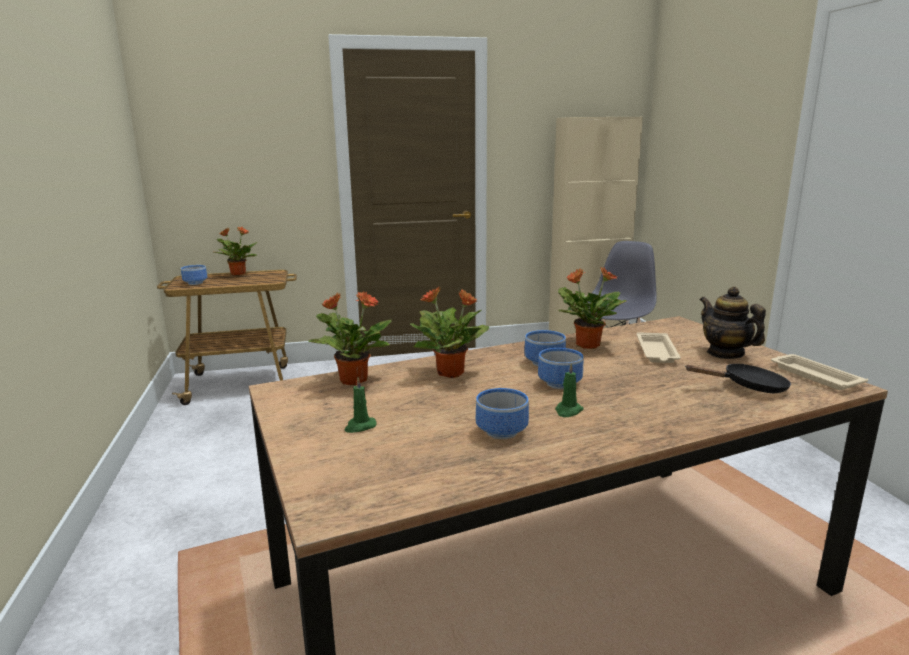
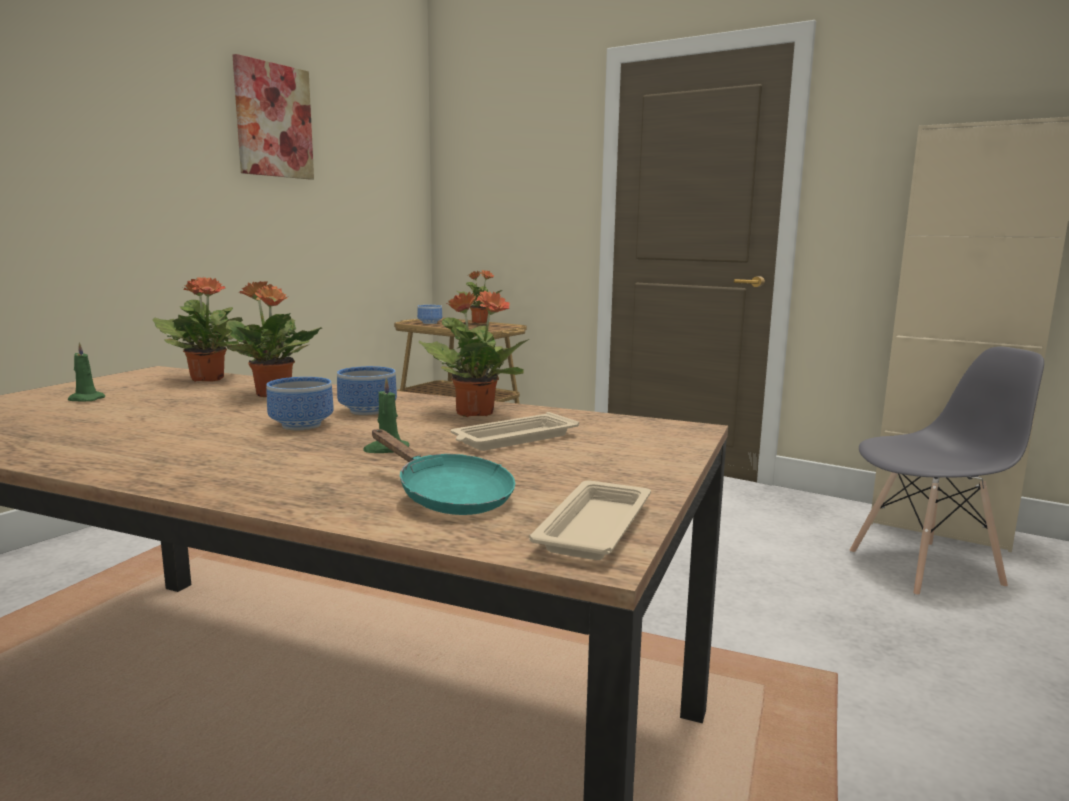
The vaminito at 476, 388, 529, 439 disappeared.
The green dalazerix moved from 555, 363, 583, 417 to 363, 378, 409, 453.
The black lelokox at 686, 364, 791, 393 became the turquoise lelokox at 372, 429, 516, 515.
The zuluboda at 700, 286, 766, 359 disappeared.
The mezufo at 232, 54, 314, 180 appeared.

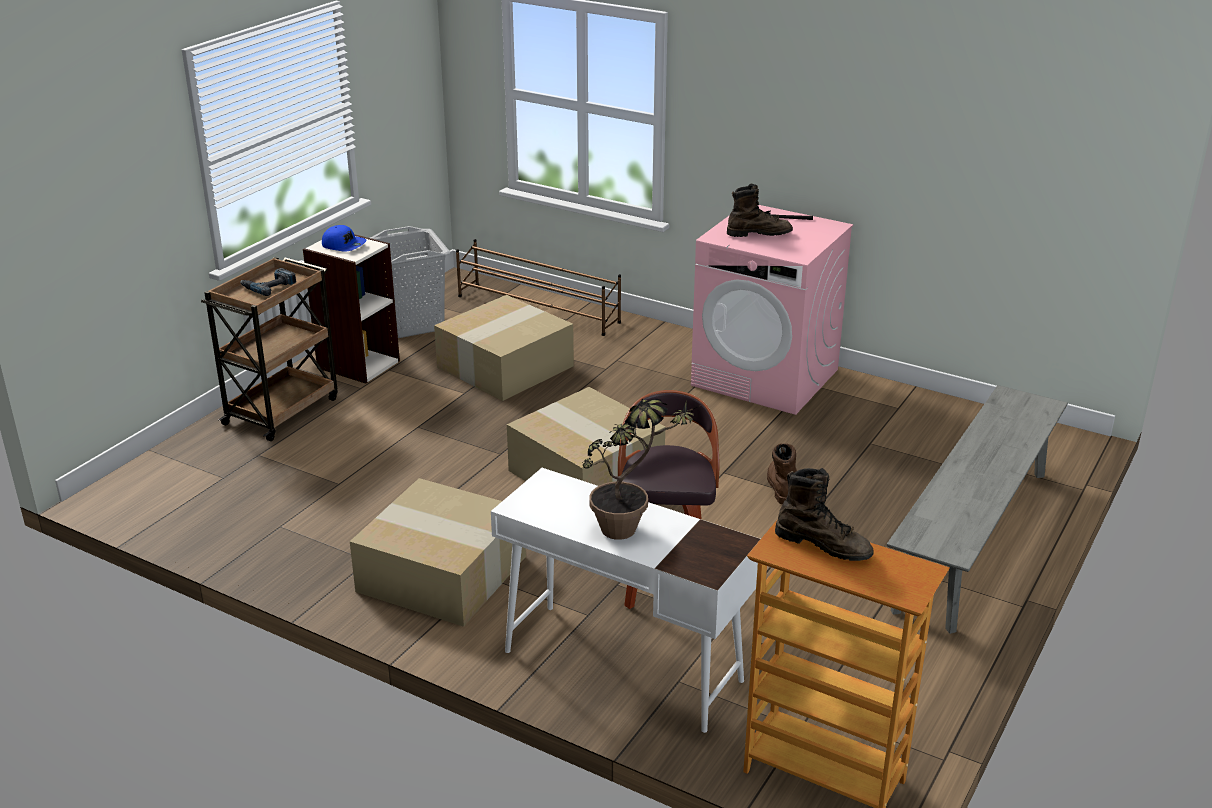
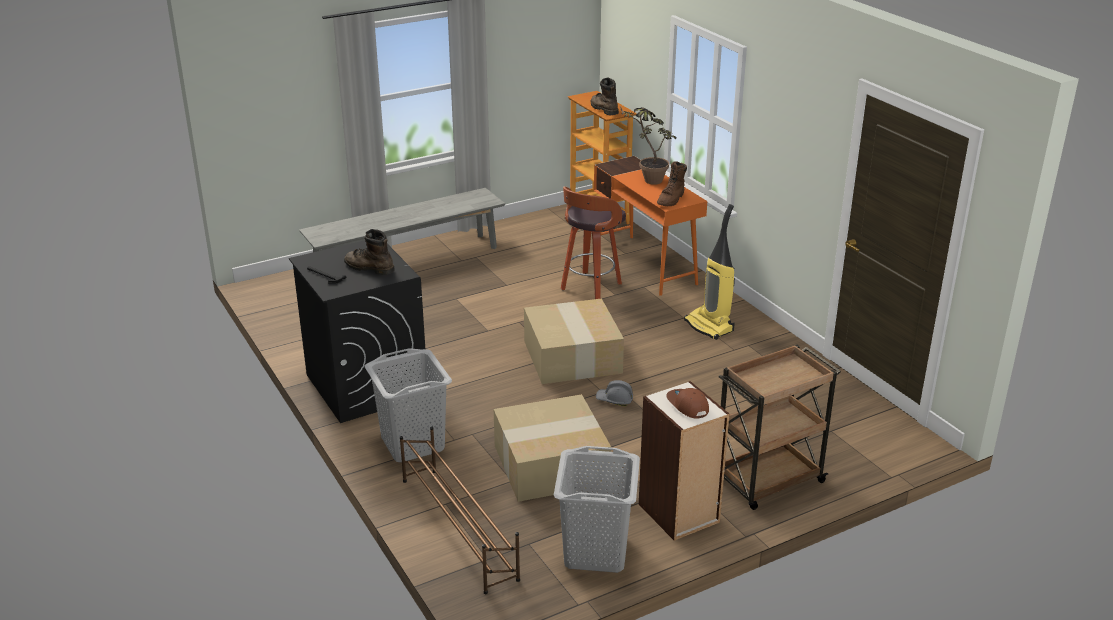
The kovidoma at 240, 268, 296, 296 disappeared.
The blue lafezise at 322, 225, 367, 252 became the brown lafezise at 666, 388, 709, 418.
The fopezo at 350, 478, 526, 627 was replaced by the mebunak at 684, 204, 735, 340.
The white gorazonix at 491, 468, 760, 733 became the orange gorazonix at 594, 156, 707, 296.
The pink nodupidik at 691, 205, 853, 415 became the black nodupidik at 289, 240, 425, 423.
The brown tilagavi moved from 767, 443, 797, 504 to 657, 161, 687, 206.
The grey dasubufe at 364, 348, 452, 462 appeared.
The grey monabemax at 596, 380, 633, 406 appeared.

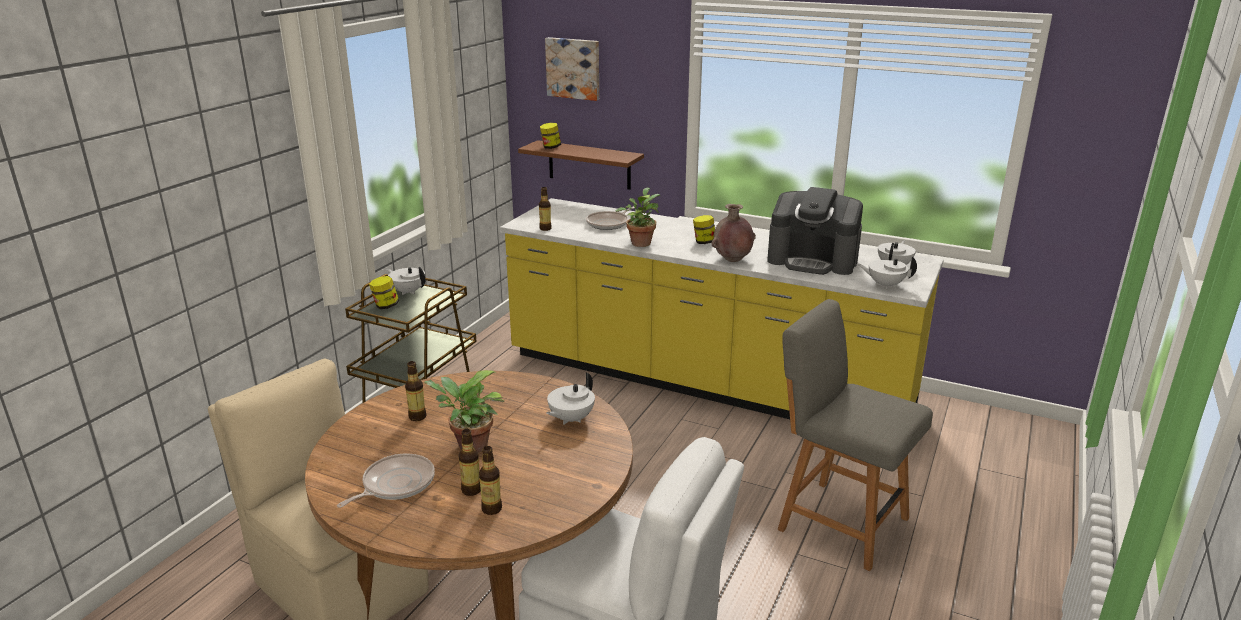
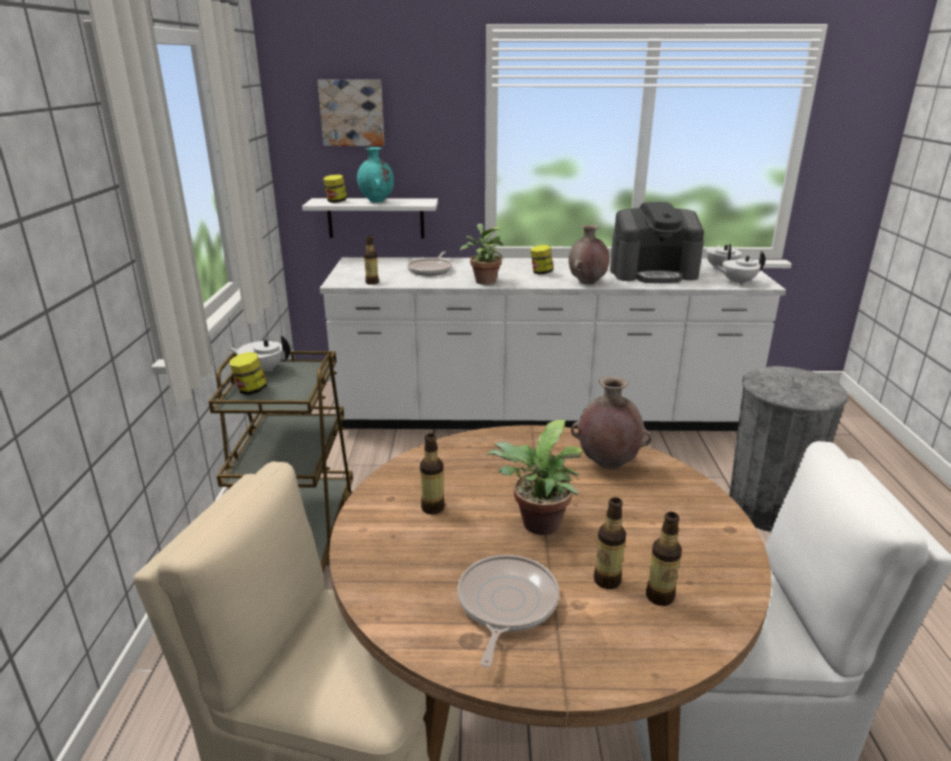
The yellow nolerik at 500, 198, 944, 419 became the white nolerik at 320, 257, 786, 431.
The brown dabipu at 518, 140, 644, 190 became the white dabipu at 302, 198, 438, 238.
The white zuluboda at 546, 373, 595, 424 was replaced by the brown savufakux at 571, 376, 651, 469.
The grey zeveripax at 778, 299, 933, 571 was replaced by the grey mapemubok at 729, 366, 848, 532.
The turquoise savufakux at 357, 147, 394, 203 appeared.

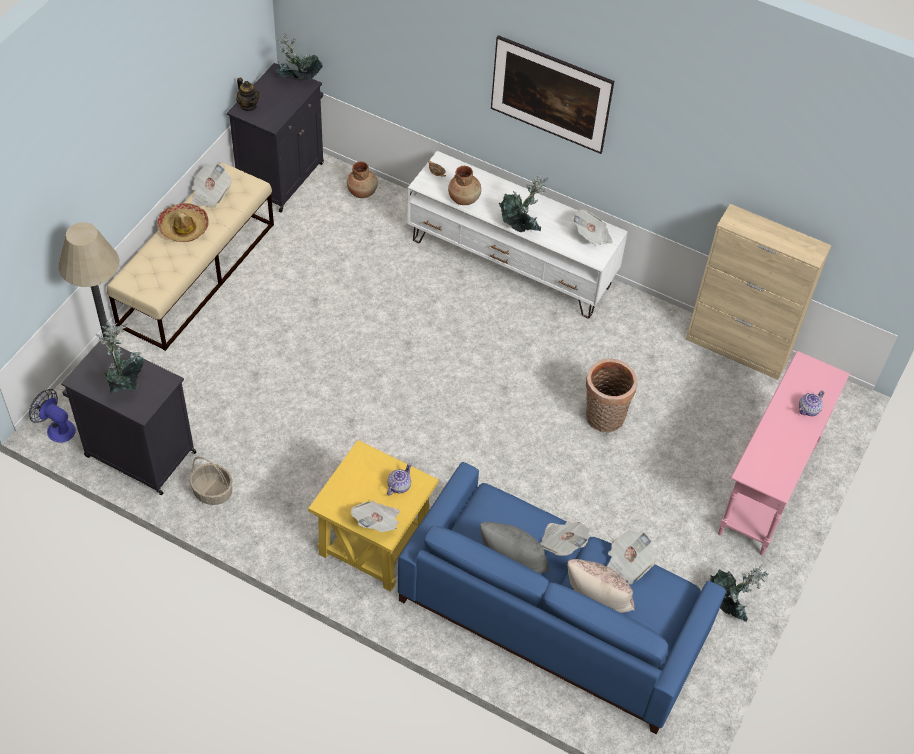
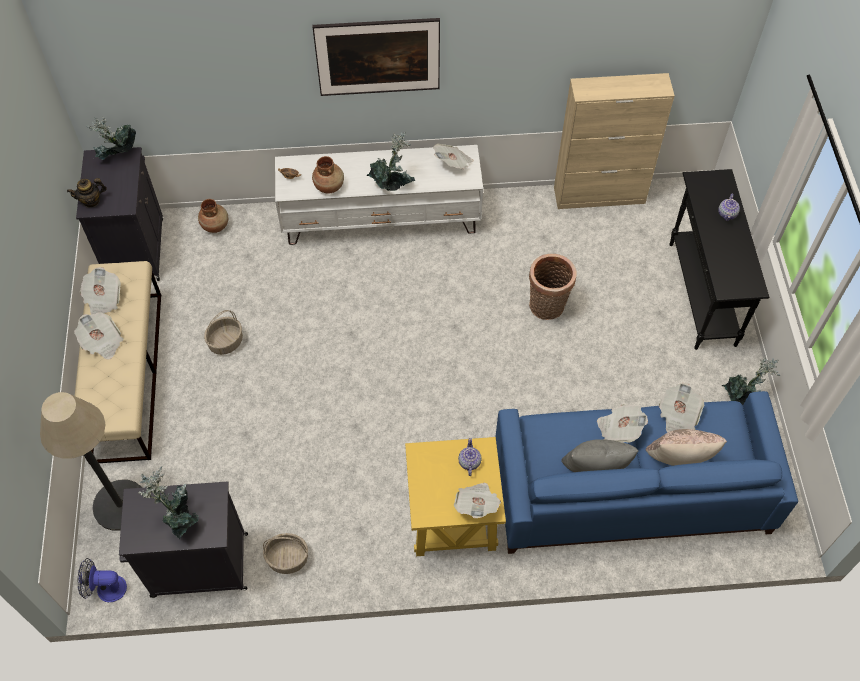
The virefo at 158, 203, 209, 242 was replaced by the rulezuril at 74, 312, 123, 360.
The zuluboda at 236, 77, 259, 111 turned 135 degrees clockwise.
The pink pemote at 718, 351, 850, 555 became the black pemote at 669, 169, 769, 350.
The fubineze at 204, 310, 243, 355 appeared.

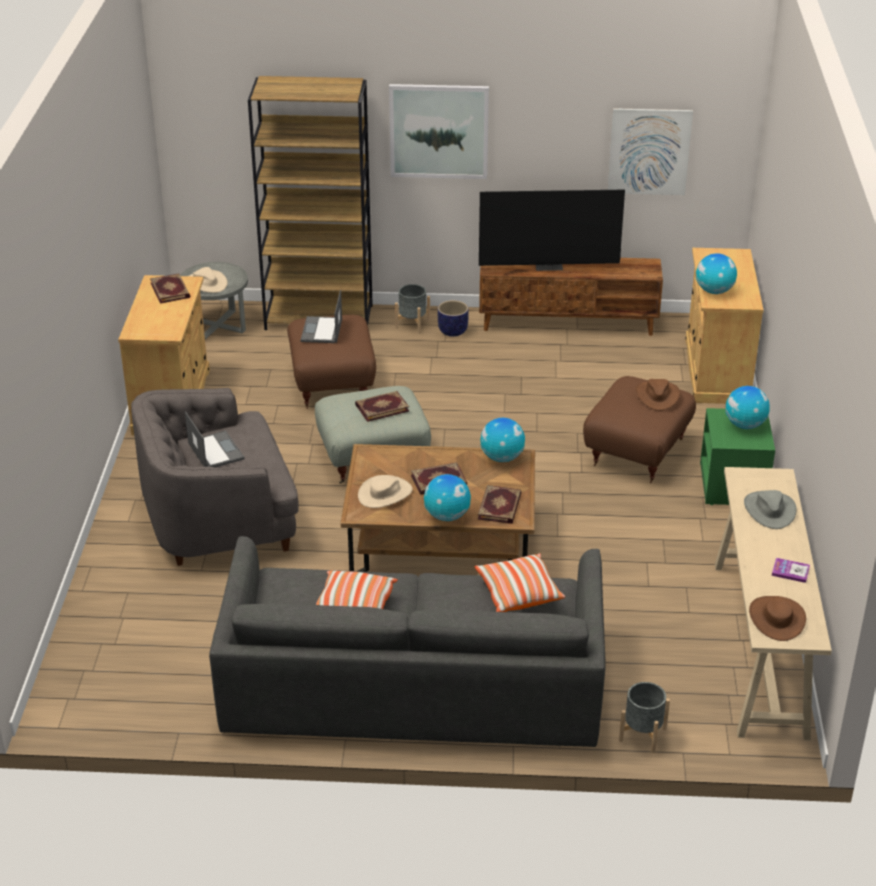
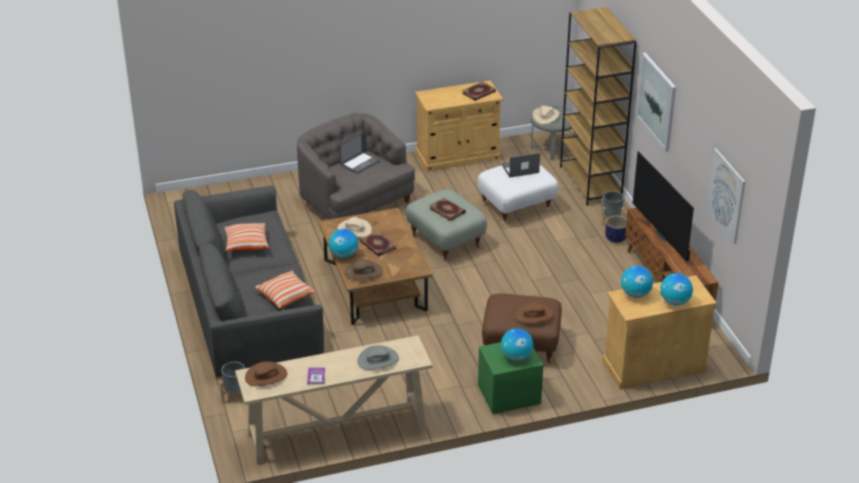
The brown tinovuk at 287, 315, 376, 409 became the white tinovuk at 478, 165, 559, 224.
The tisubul at 478, 485, 521, 524 was replaced by the brown virefo at 345, 260, 383, 279.
The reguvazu moved from 480, 418, 525, 462 to 660, 273, 693, 306.

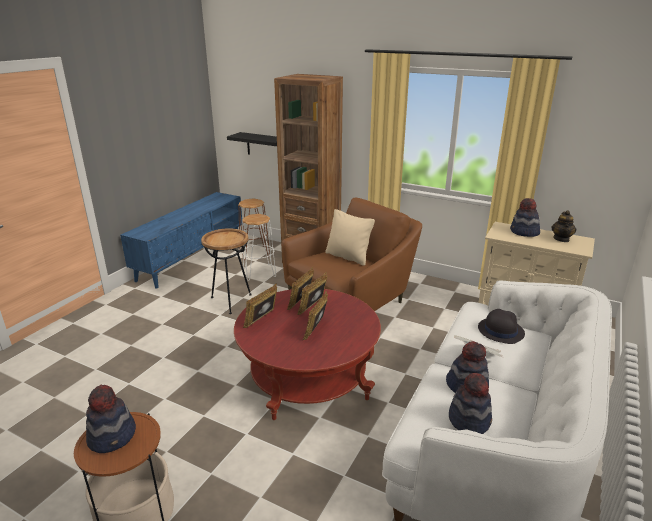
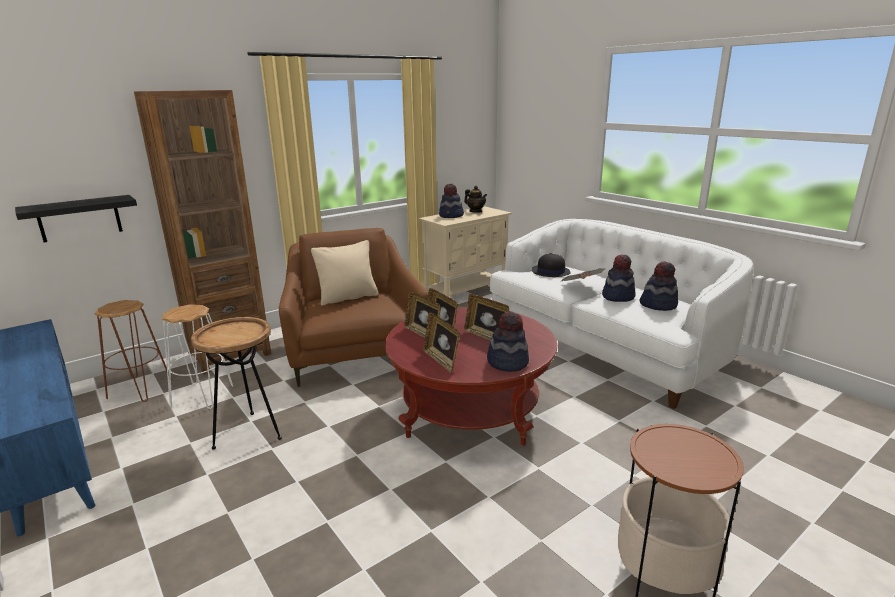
The virefo moved from 86, 385, 136, 453 to 487, 311, 529, 372.

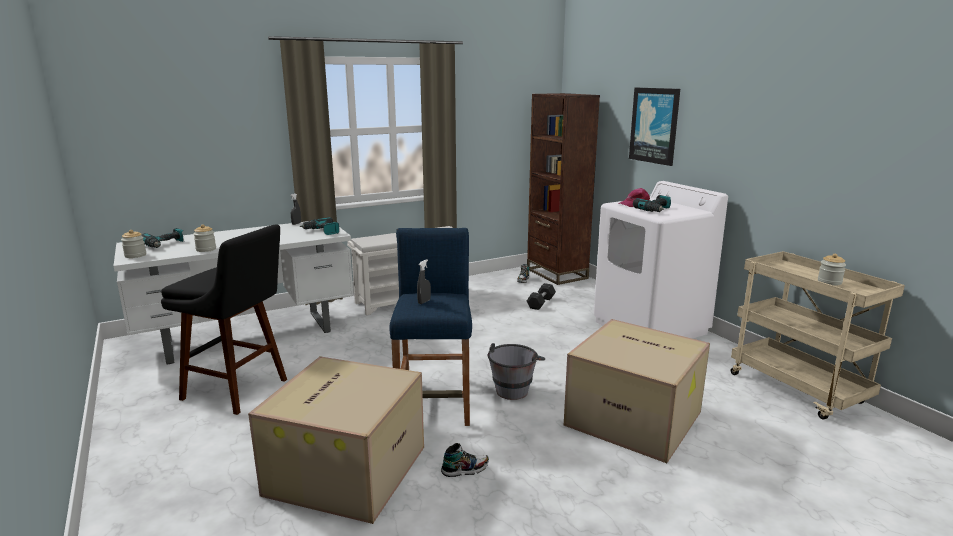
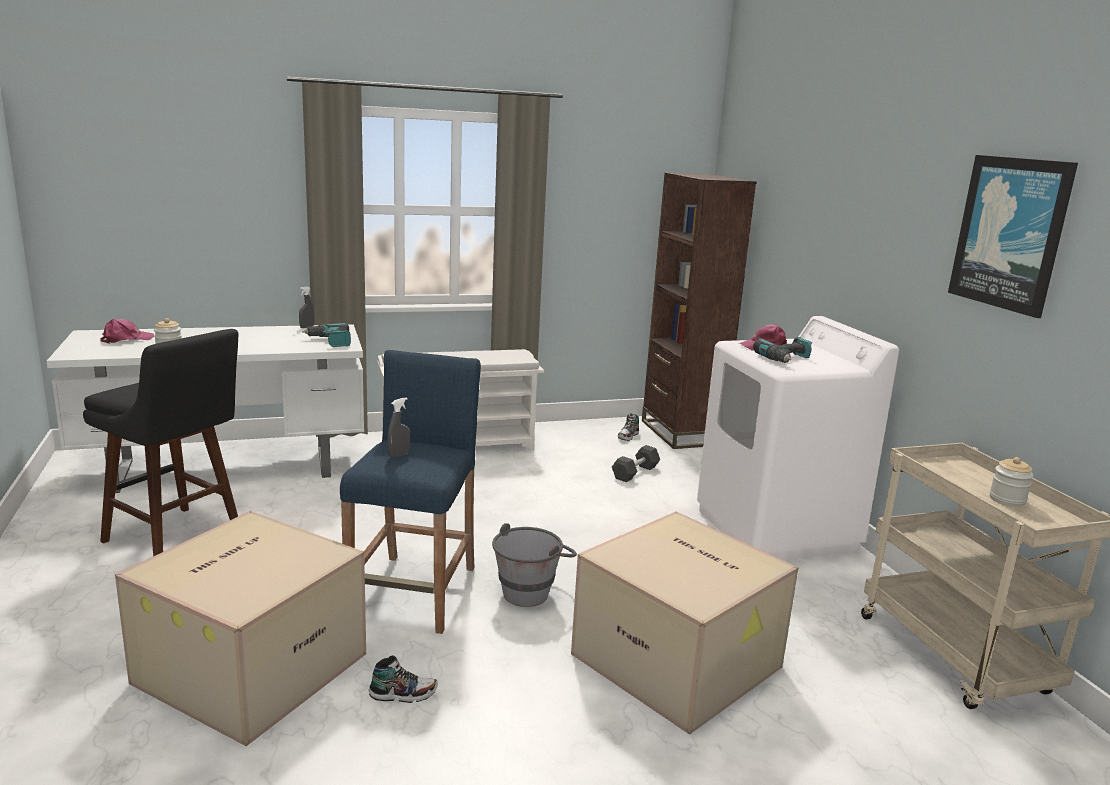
The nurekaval at 121, 230, 146, 258 disappeared.
The kovidoma at 141, 228, 183, 248 was replaced by the pink lafezise at 101, 319, 154, 344.
The mezufo moved from 629, 88, 680, 166 to 948, 155, 1078, 318.

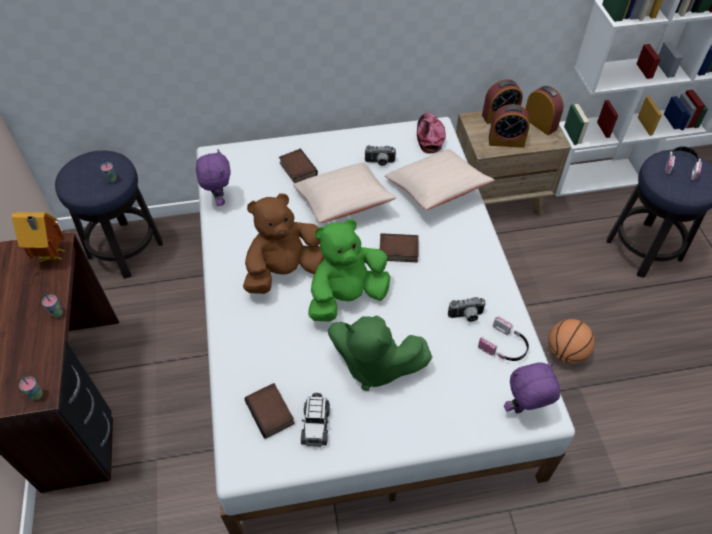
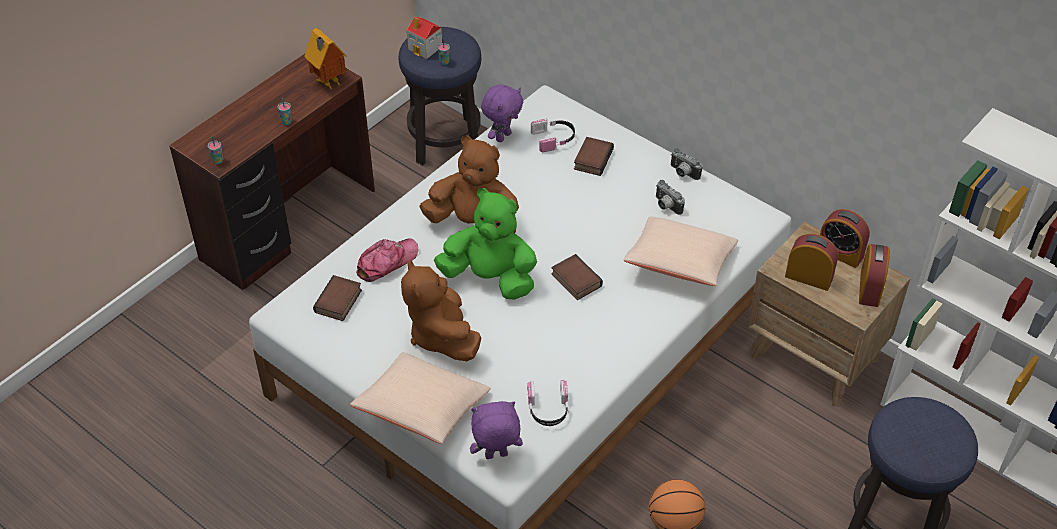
The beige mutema moved from 293, 163, 396, 223 to 350, 352, 491, 444.
The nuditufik at 301, 393, 330, 447 disappeared.
The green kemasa at 328, 315, 432, 391 became the brown kemasa at 401, 259, 481, 361.
The lafezise moved from 417, 113, 446, 154 to 356, 238, 418, 282.
The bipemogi moved from 448, 297, 486, 322 to 671, 148, 703, 180.
The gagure at 489, 104, 530, 148 turned 150 degrees clockwise.
The purple kemasa at 504, 362, 561, 413 turned 45 degrees counterclockwise.
The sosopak moved from 665, 146, 702, 181 to 531, 118, 575, 153.
The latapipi at 407, 16, 442, 59 appeared.

